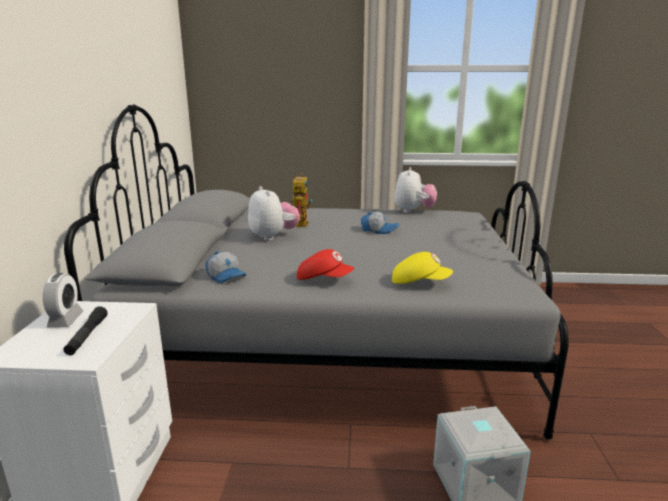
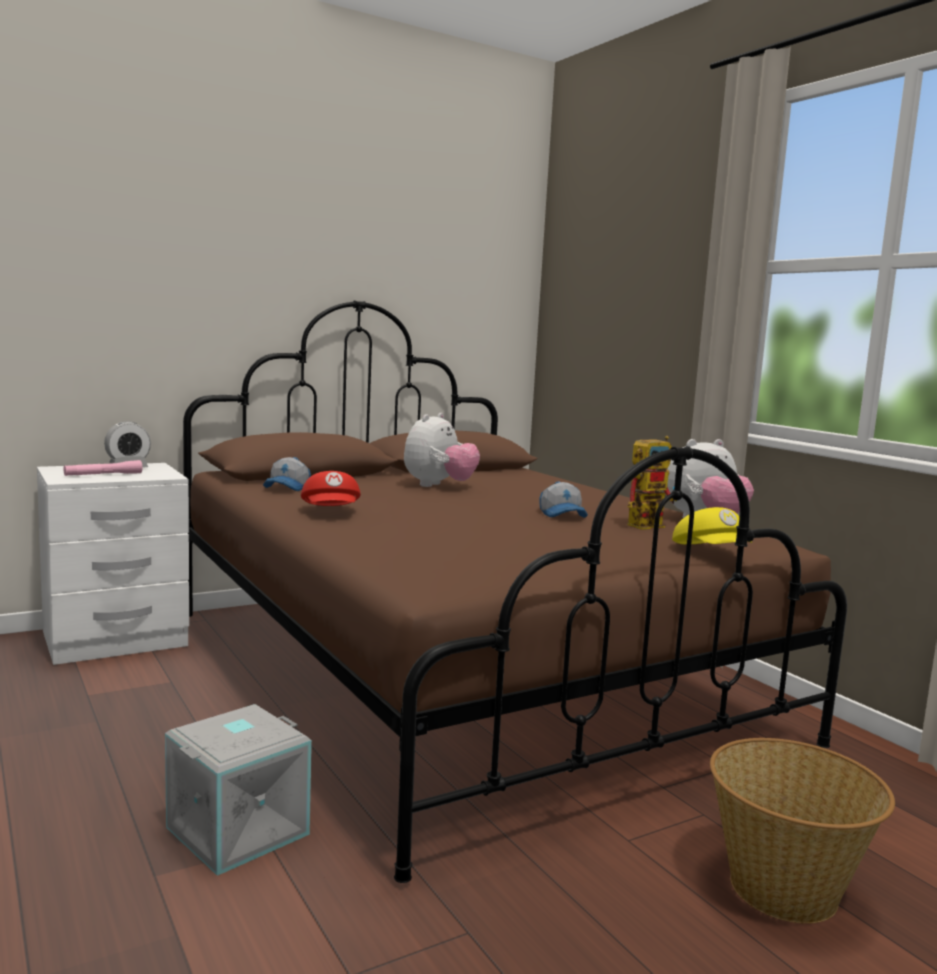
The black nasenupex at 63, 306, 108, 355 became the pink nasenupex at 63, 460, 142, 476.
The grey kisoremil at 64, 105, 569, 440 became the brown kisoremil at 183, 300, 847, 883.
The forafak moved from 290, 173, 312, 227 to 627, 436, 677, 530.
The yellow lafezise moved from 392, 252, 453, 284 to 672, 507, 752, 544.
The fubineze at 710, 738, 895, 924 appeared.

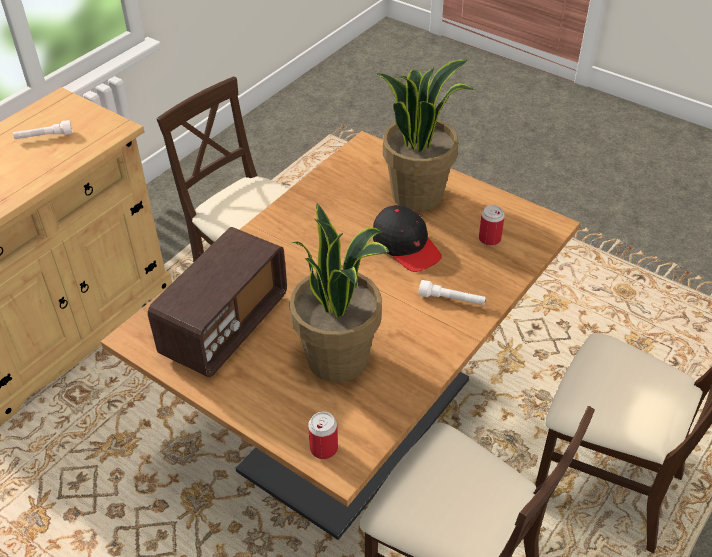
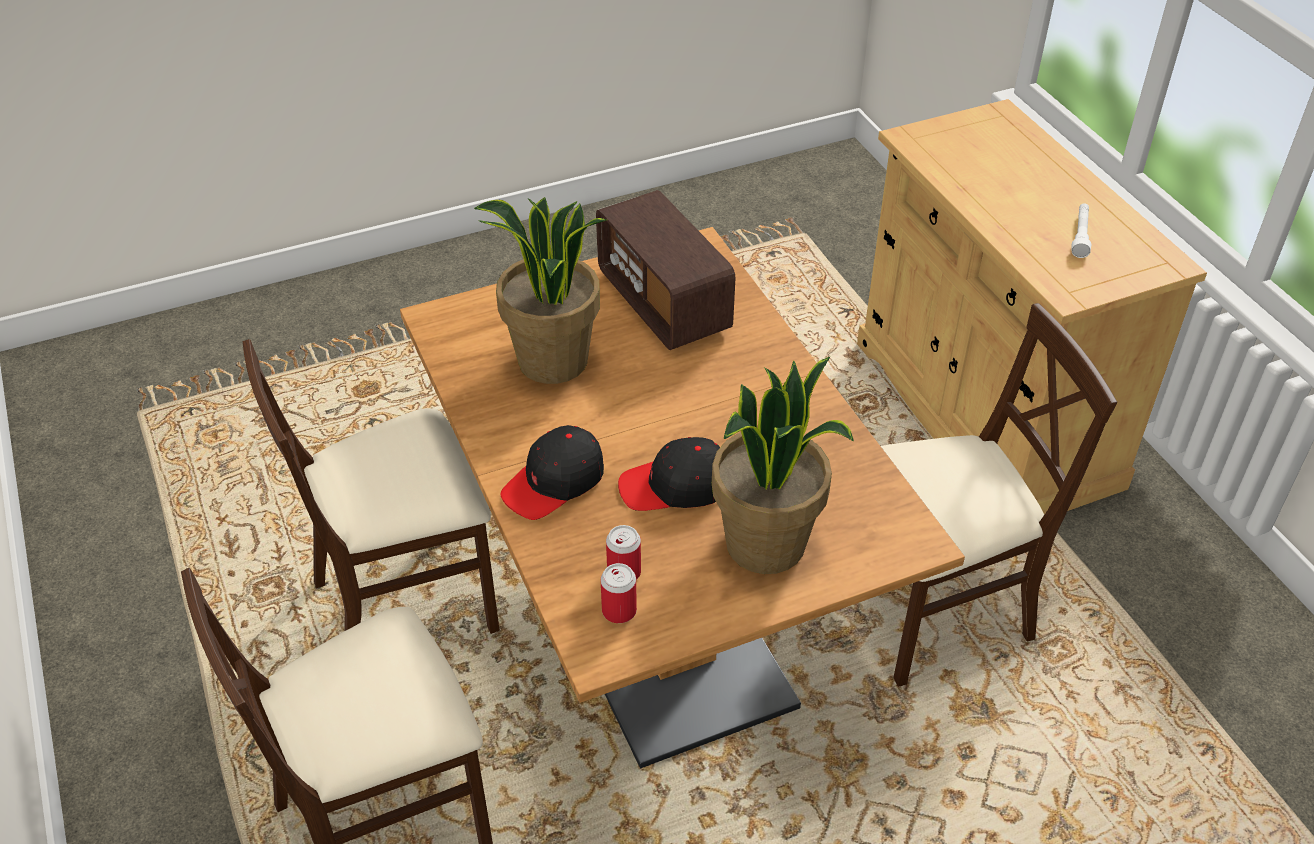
The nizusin moved from 308, 412, 338, 459 to 601, 563, 637, 623.
The white nasenupex at 419, 280, 486, 305 was replaced by the black lafezise at 500, 425, 604, 520.

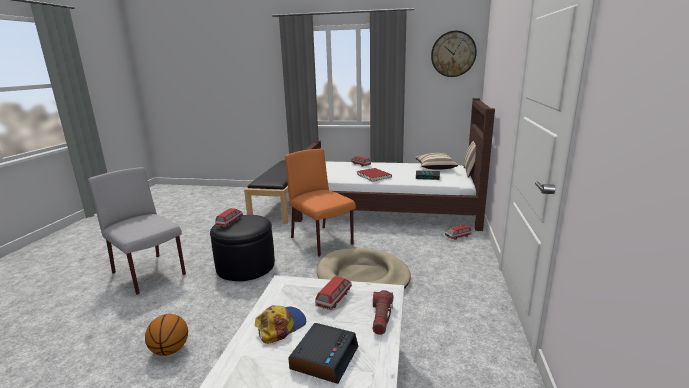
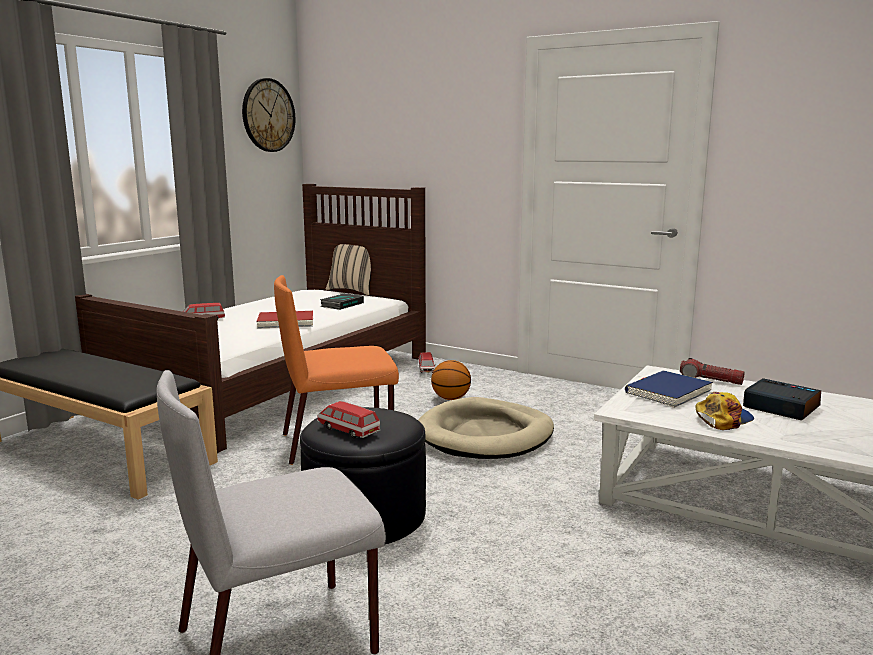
The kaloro moved from 145, 314, 188, 356 to 431, 360, 471, 400.
The lafezise at 255, 305, 306, 344 turned 75 degrees clockwise.
The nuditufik at 315, 276, 352, 310 was replaced by the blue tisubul at 625, 370, 713, 408.
The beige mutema at 415, 153, 458, 170 disappeared.

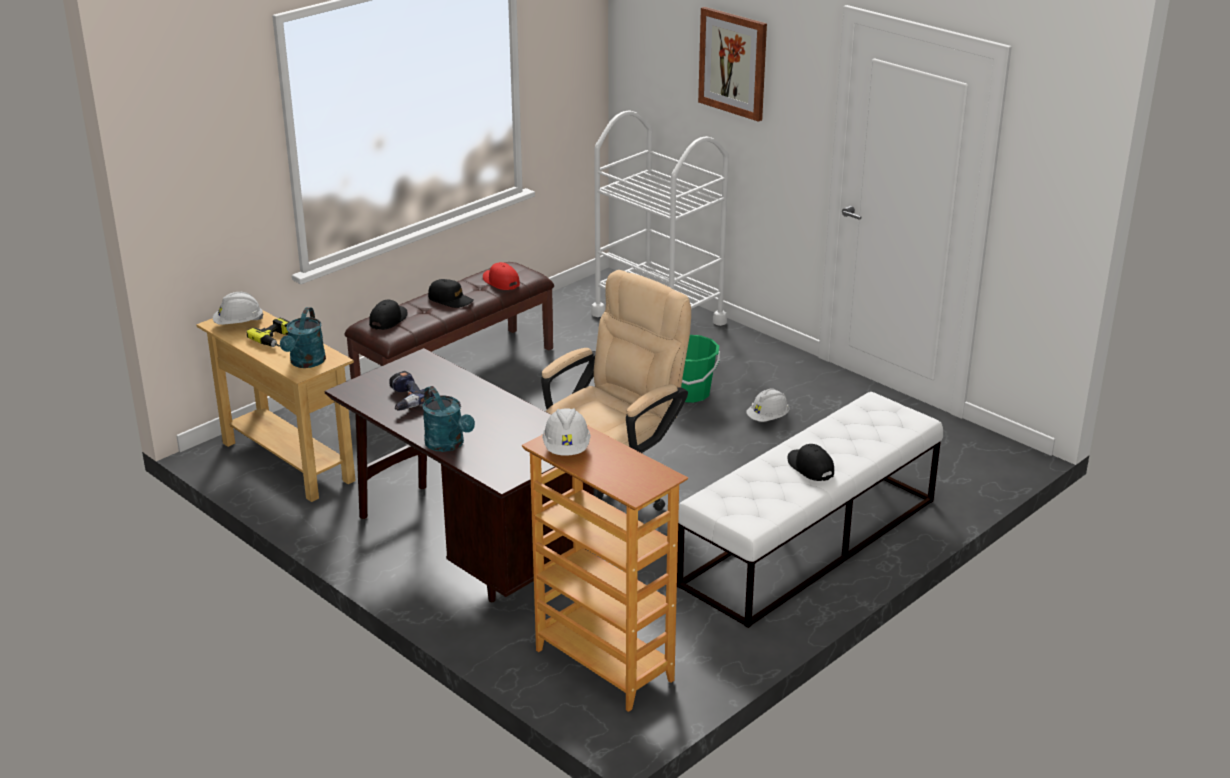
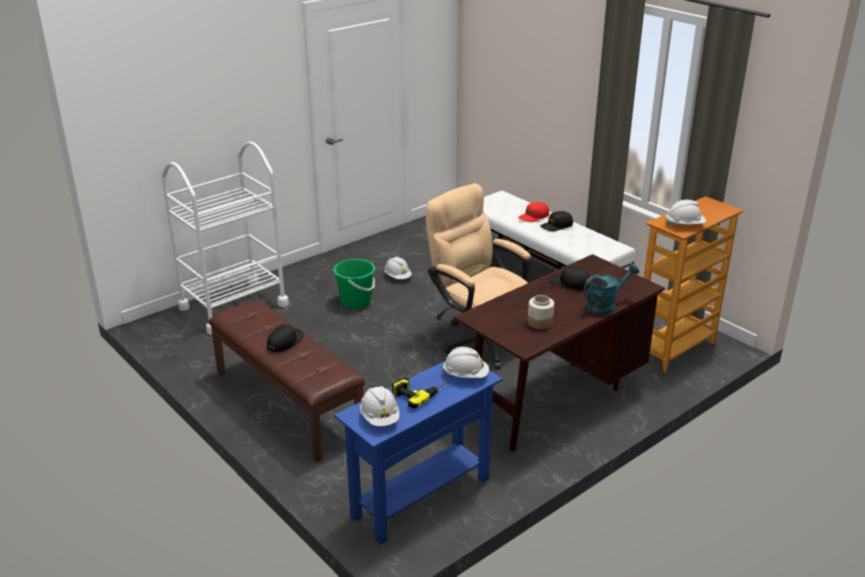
The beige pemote at 196, 310, 356, 502 became the blue pemote at 334, 361, 503, 545.
The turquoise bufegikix at 280, 307, 326, 368 was replaced by the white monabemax at 442, 347, 489, 378.
The black lafezise moved from 369, 300, 408, 330 to 549, 266, 590, 290.
The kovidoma at 389, 371, 434, 411 was replaced by the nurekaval at 528, 295, 554, 329.
The red lafezise moved from 483, 262, 520, 290 to 518, 202, 549, 222.
The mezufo at 698, 7, 767, 122 disappeared.

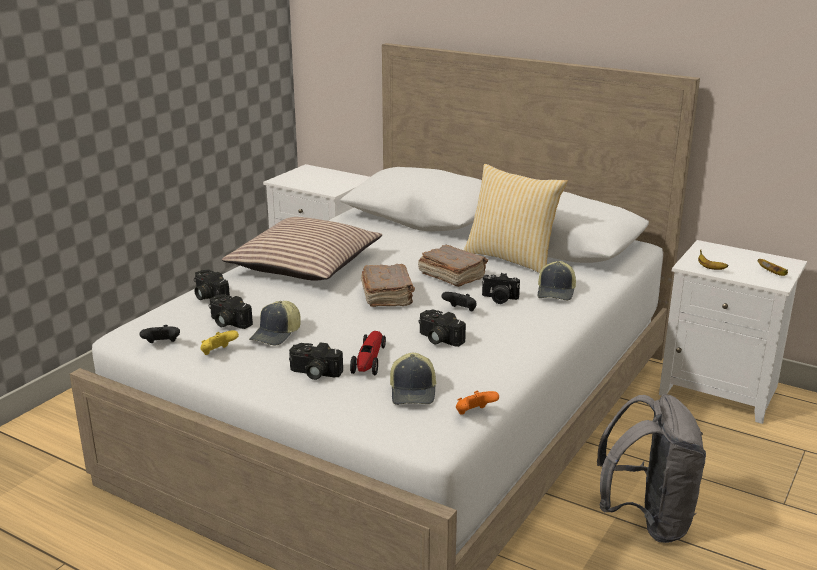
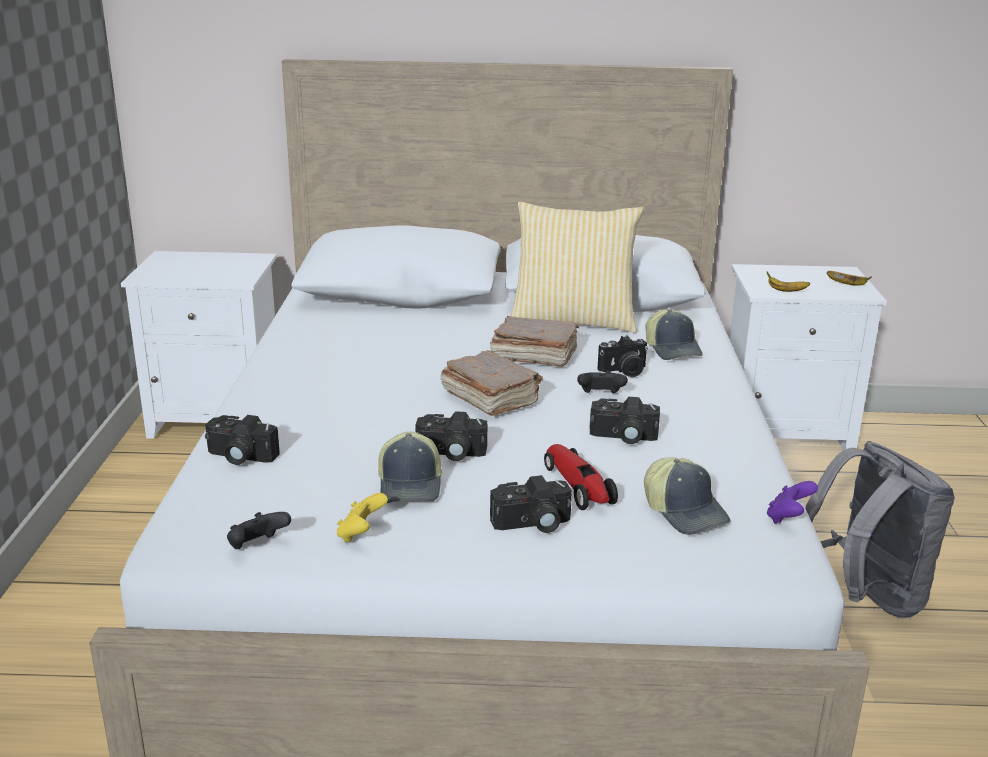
The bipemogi moved from 209, 294, 253, 329 to 415, 411, 488, 461.
The mutema at 222, 217, 382, 281 disappeared.
The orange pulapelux at 456, 390, 499, 414 became the purple pulapelux at 767, 481, 818, 524.

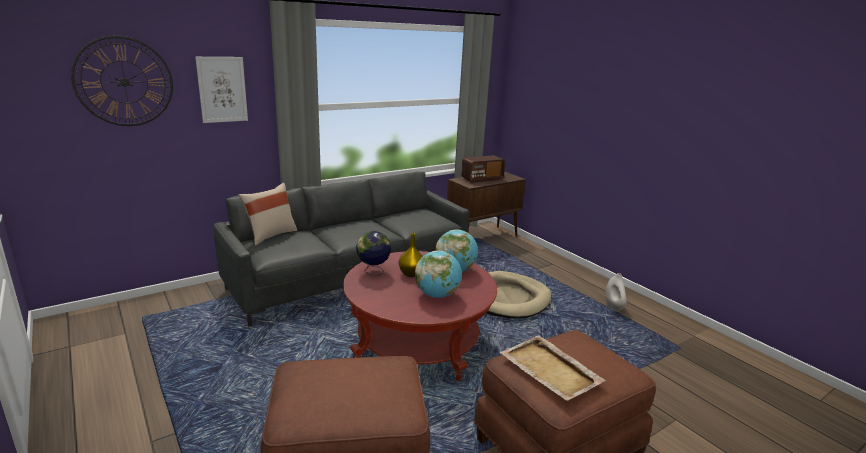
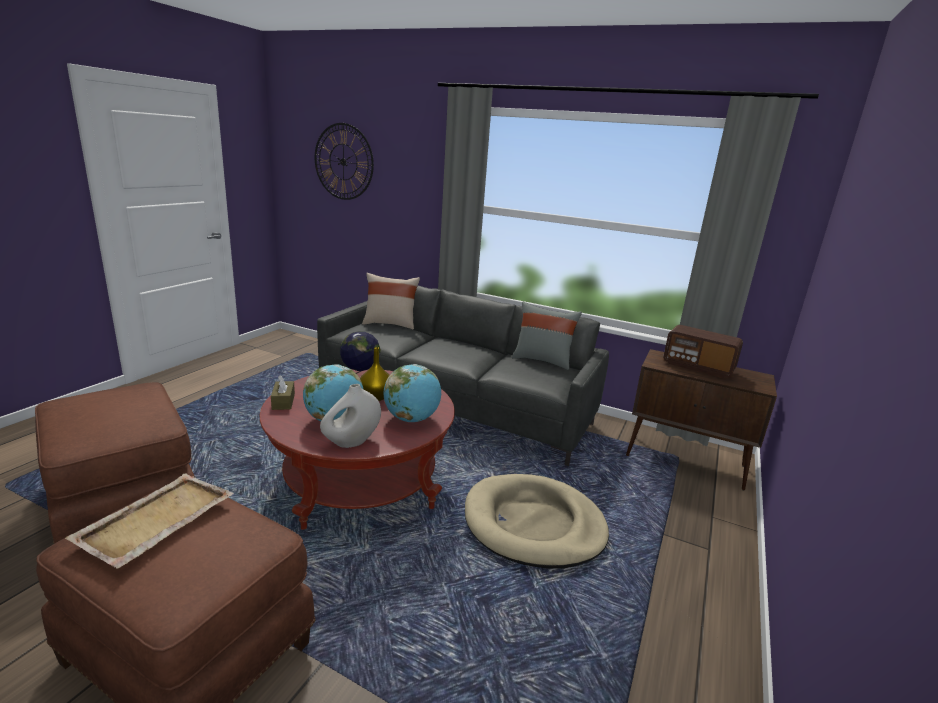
The mezufo at 195, 57, 248, 123 disappeared.
The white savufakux moved from 606, 273, 627, 312 to 320, 384, 381, 448.
The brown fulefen at 271, 375, 295, 410 appeared.
The grey mutema at 512, 302, 582, 370 appeared.

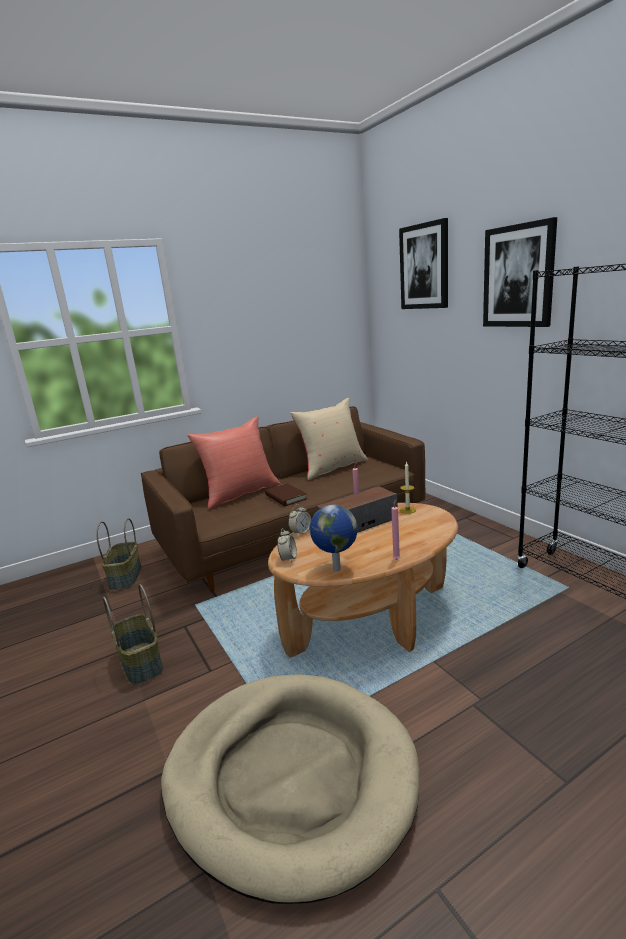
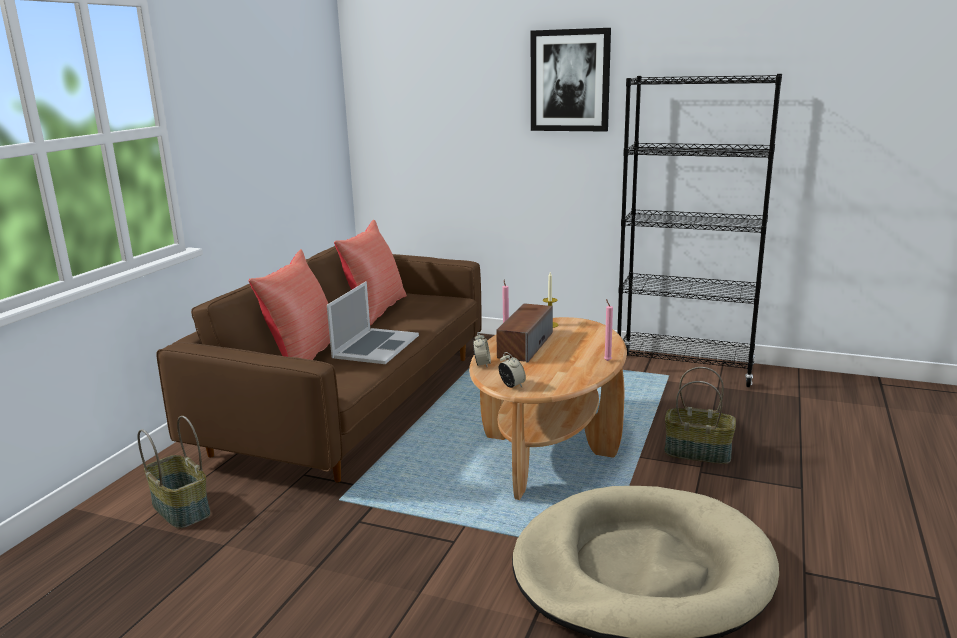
The fubineze moved from 103, 584, 163, 685 to 664, 367, 736, 464.
The brown tisubul at 265, 483, 307, 506 was replaced by the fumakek at 327, 281, 419, 364.
The beige mutema at 290, 398, 368, 480 became the red mutema at 334, 220, 407, 326.
The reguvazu at 310, 505, 358, 572 disappeared.
The mezufo at 399, 218, 448, 309 disappeared.

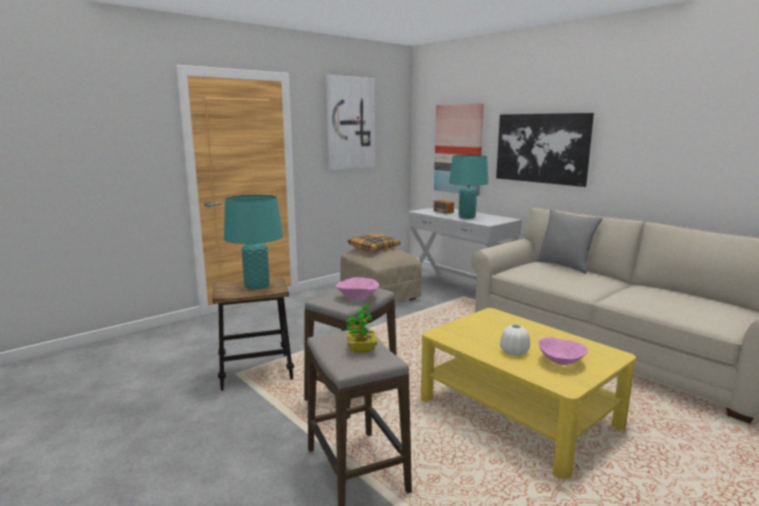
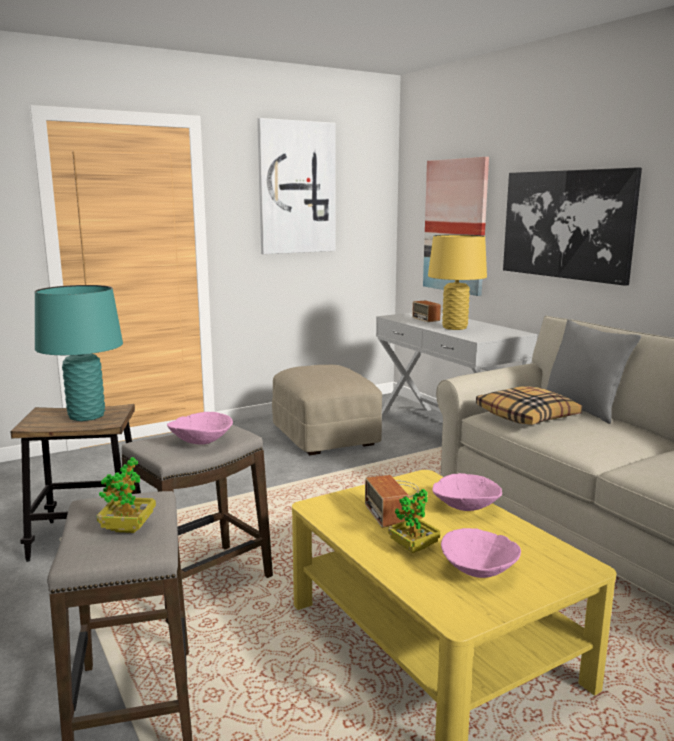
The mutema moved from 348, 234, 400, 251 to 476, 386, 582, 425.
The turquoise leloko at 449, 155, 488, 219 became the yellow leloko at 428, 234, 487, 330.
The white savufakux at 500, 324, 530, 356 was replaced by the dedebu at 388, 489, 440, 553.
The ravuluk at 365, 475, 419, 528 appeared.
The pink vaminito at 432, 473, 502, 511 appeared.

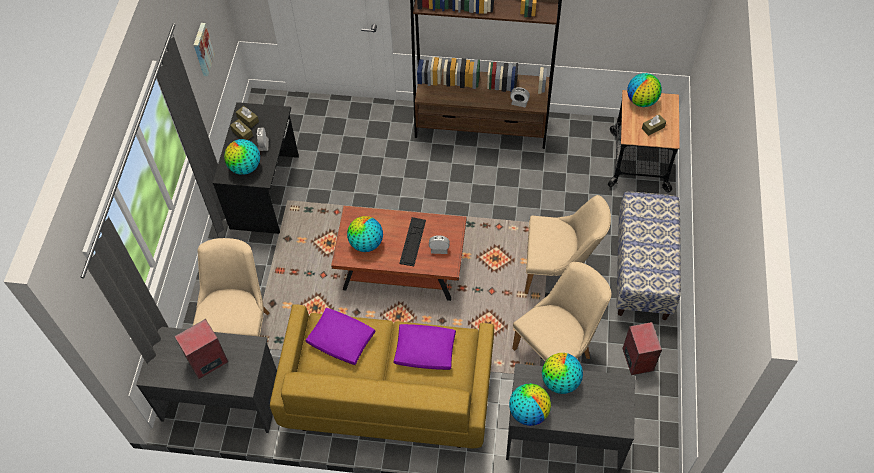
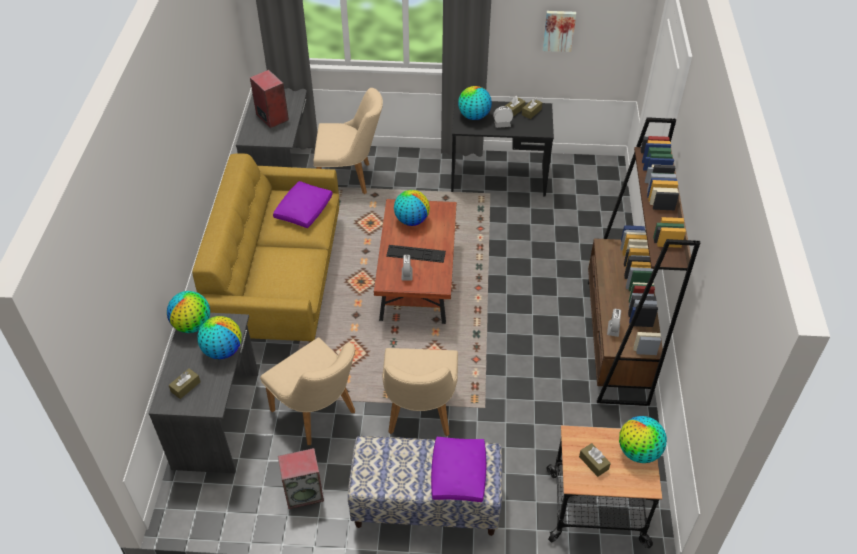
The purple mutema moved from 394, 324, 456, 370 to 431, 437, 486, 502.
The brown fulefen at 169, 368, 201, 399 appeared.

